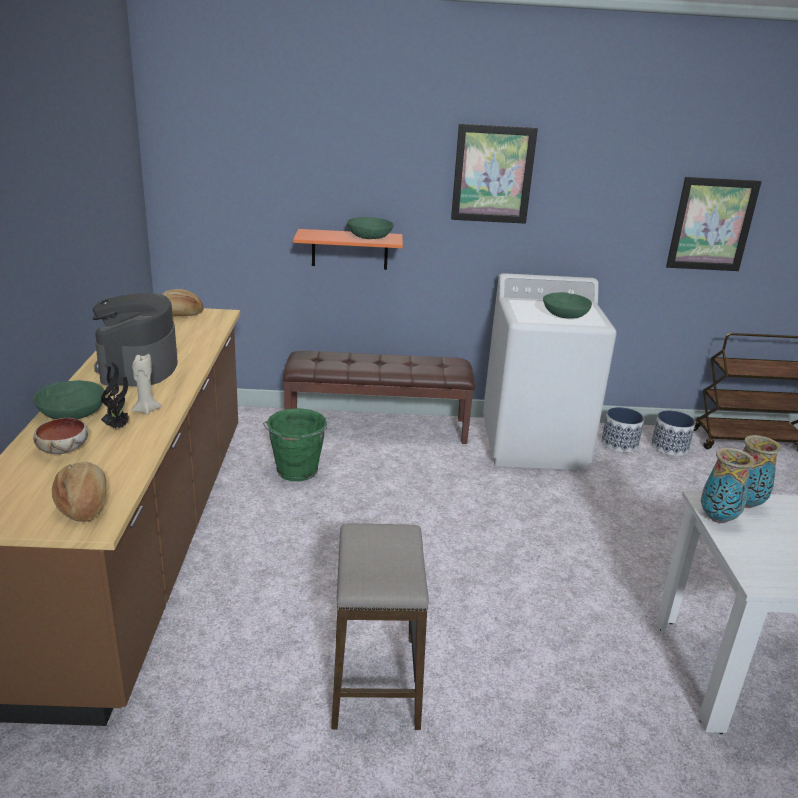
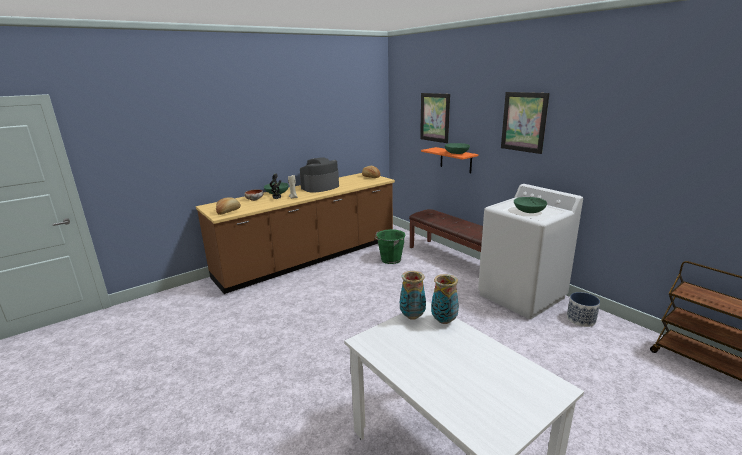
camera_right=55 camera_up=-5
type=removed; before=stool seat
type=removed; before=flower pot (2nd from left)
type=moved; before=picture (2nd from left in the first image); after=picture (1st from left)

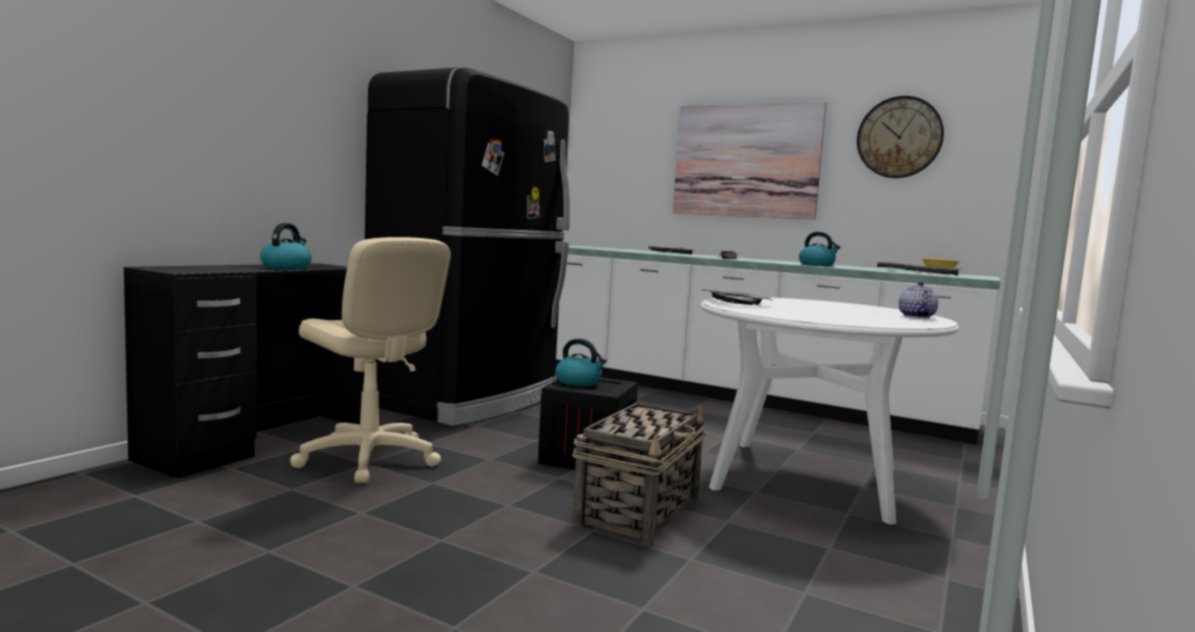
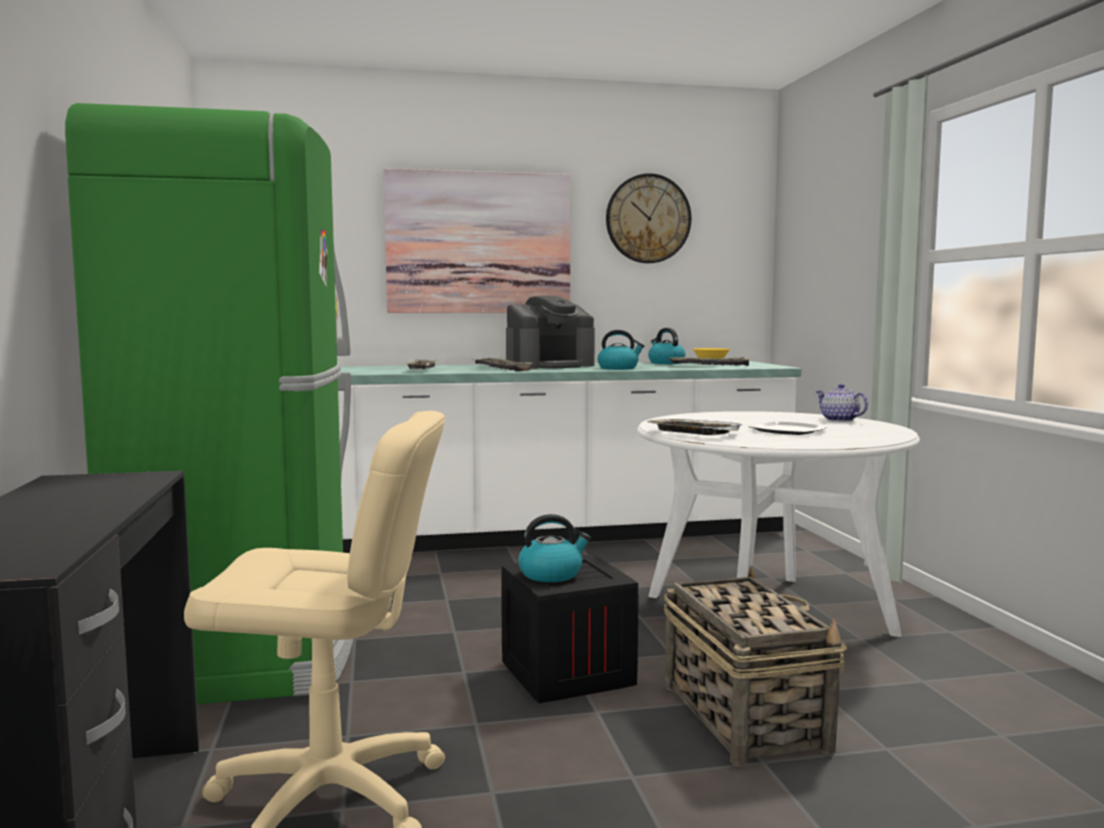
camera_right=-40 camera_up=0
type=moved; before=kettle (1st from left in the first image); after=kettle (3rd from left)
type=recoloured; before=blackish fridge; after=green fridge
type=added; after=coffee brewer
type=added; after=plate

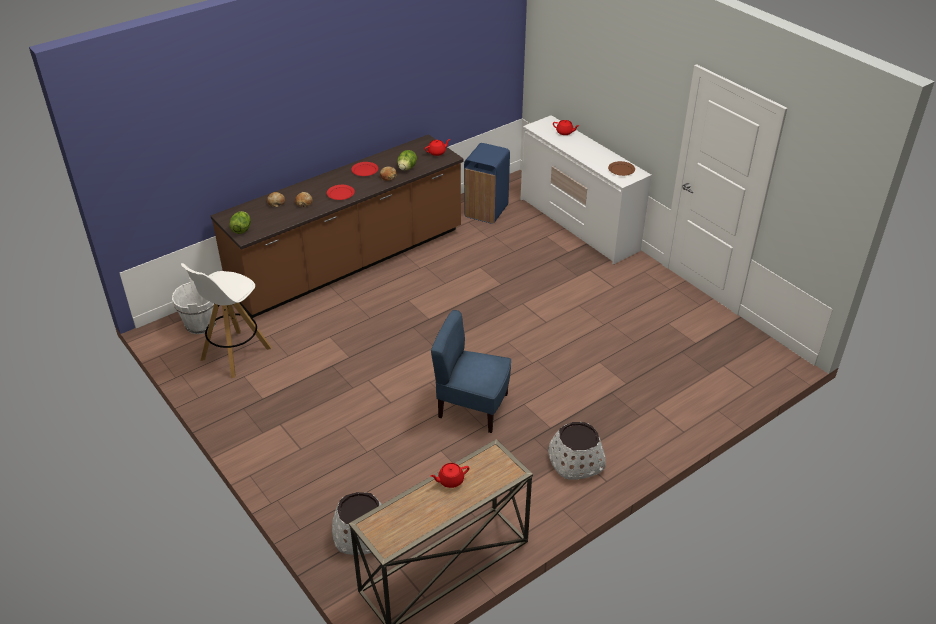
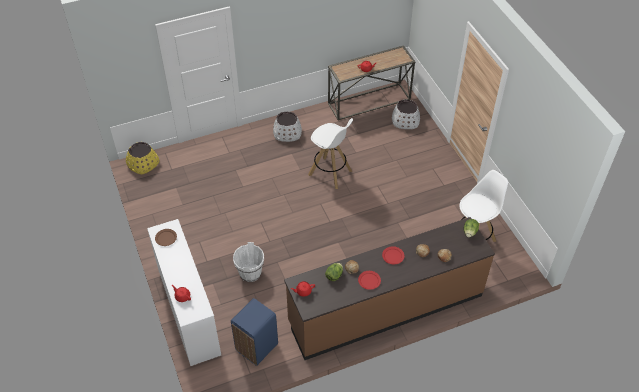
camera_right=-165 camera_up=10
type=moved; before=white water bucket
type=replaced; before=blue-coloured chair; after=white stool seat (1st from left)
type=added; after=yellowish flower pot

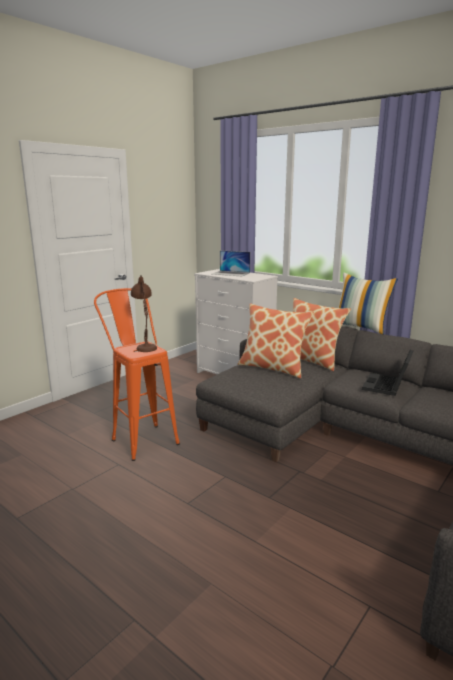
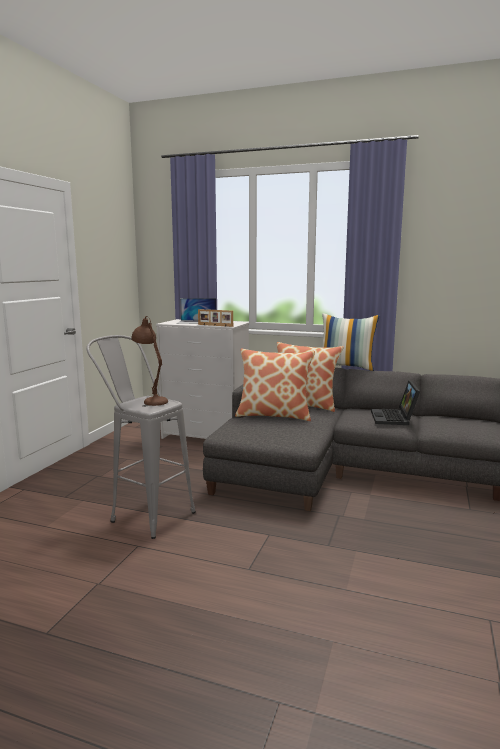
camera_right=-20 camera_up=-5
type=recoloured; before=orangey stool seat; after=gray stool seat
type=added; after=picture frame

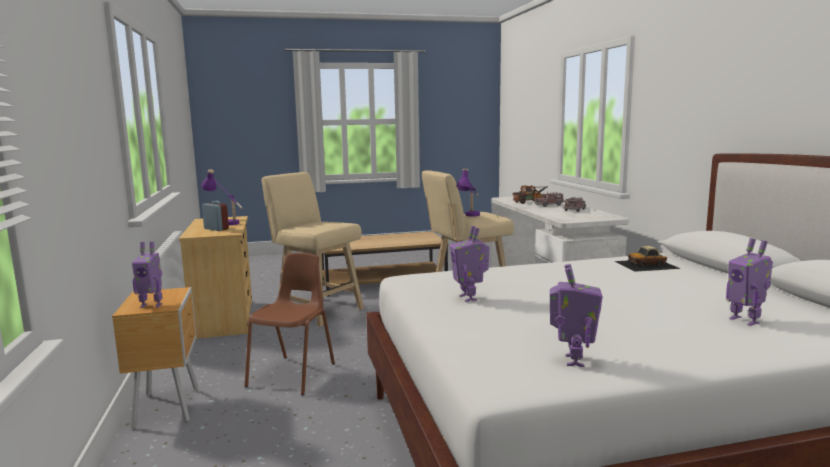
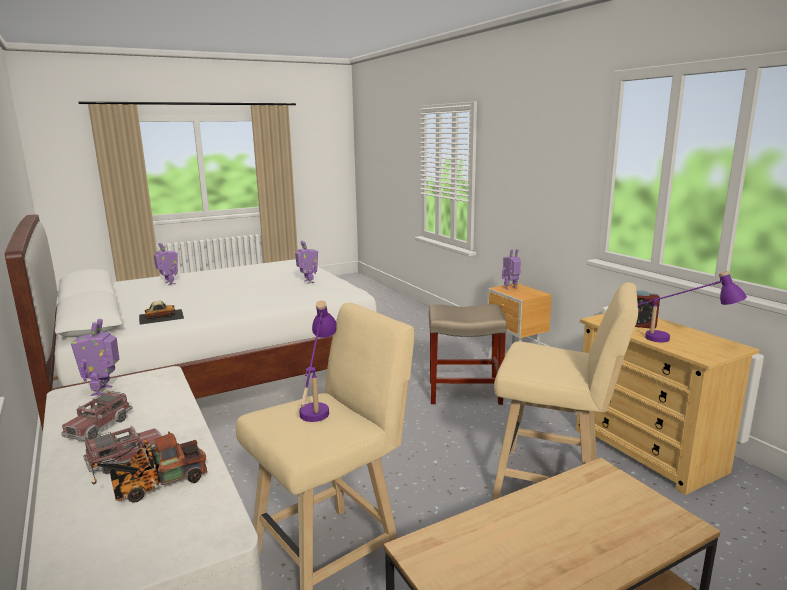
camera_right=165 camera_up=5
type=replaced; before=brown chair; after=beige-coloured stool seat (2nd from left)
type=moved; before=toy robot (3rd from left in the first image); after=toy robot (1st from left)

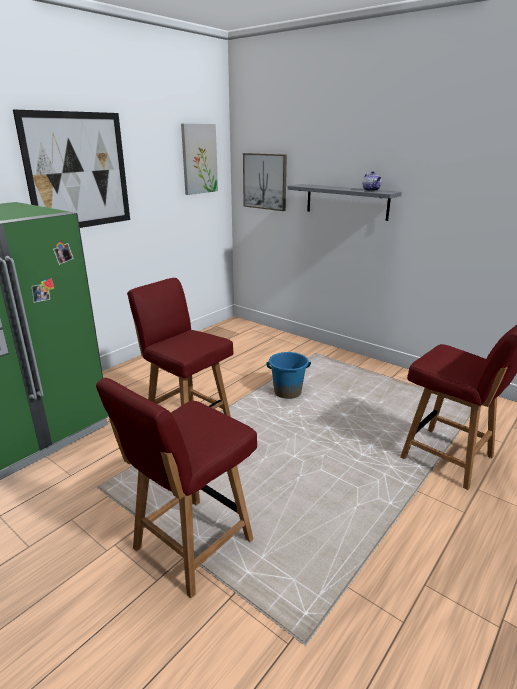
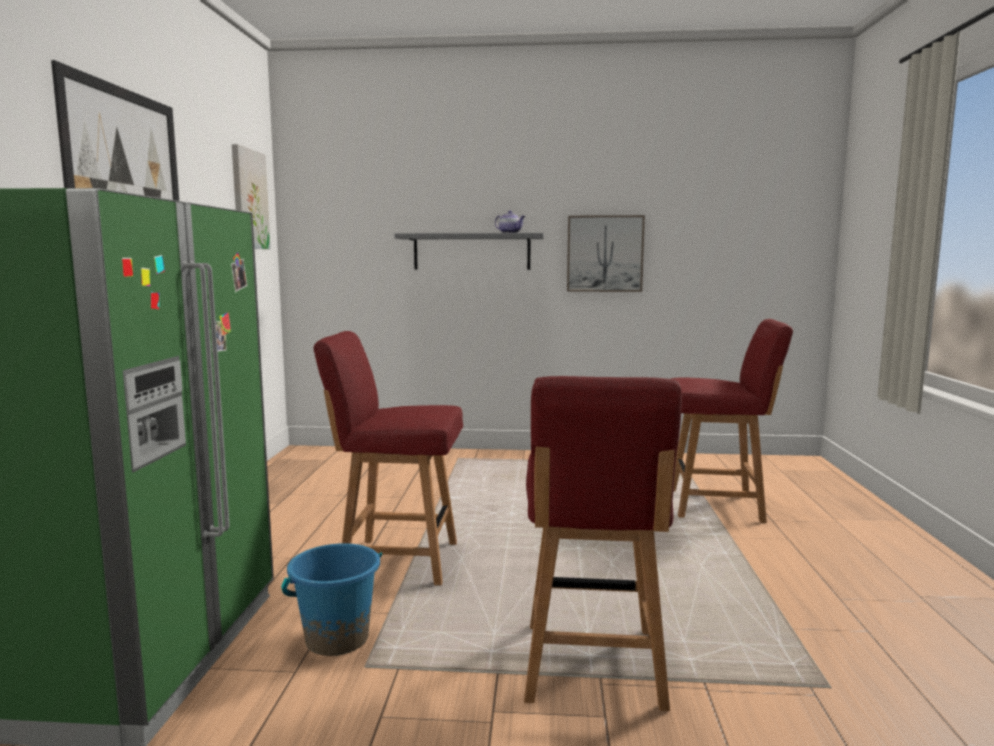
camera_right=-35 camera_up=-15
type=moved; before=picture (3rd from left)
type=moved; before=blue-coloured water bucket

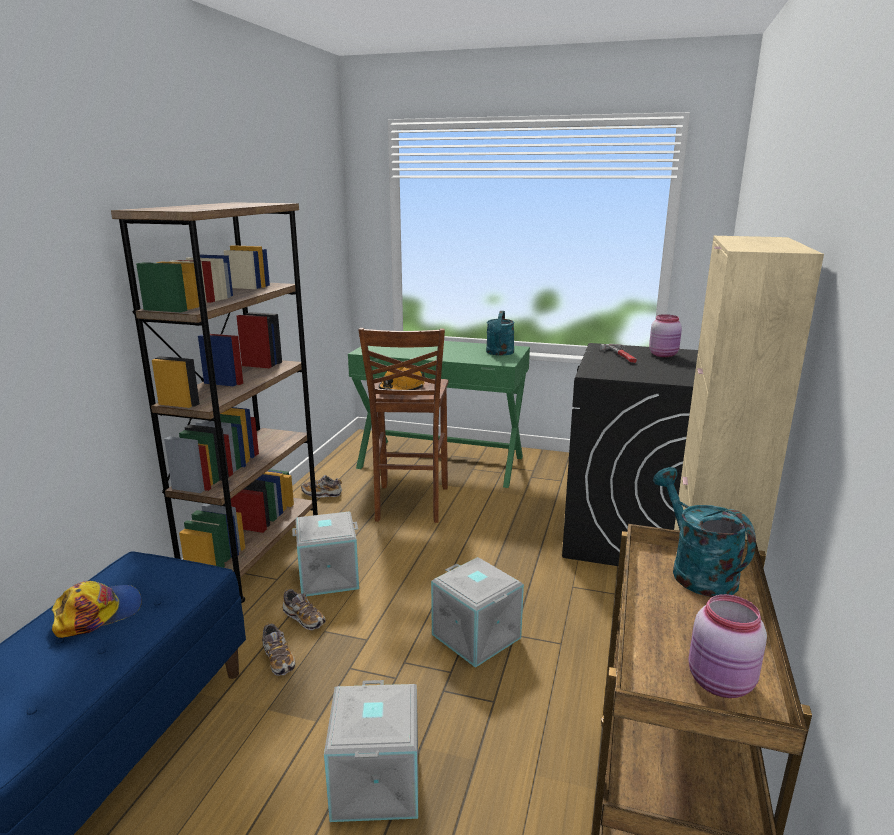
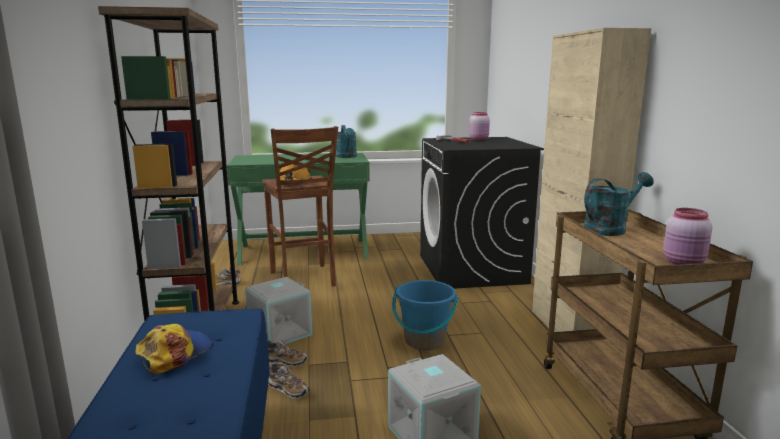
camera_right=-25 camera_up=-5
type=replaced; before=gray storage bin (3rd from left); after=blue-coloured water bucket
type=turned; before=turquoise-coloured watering pot (2nd from left); turn=105

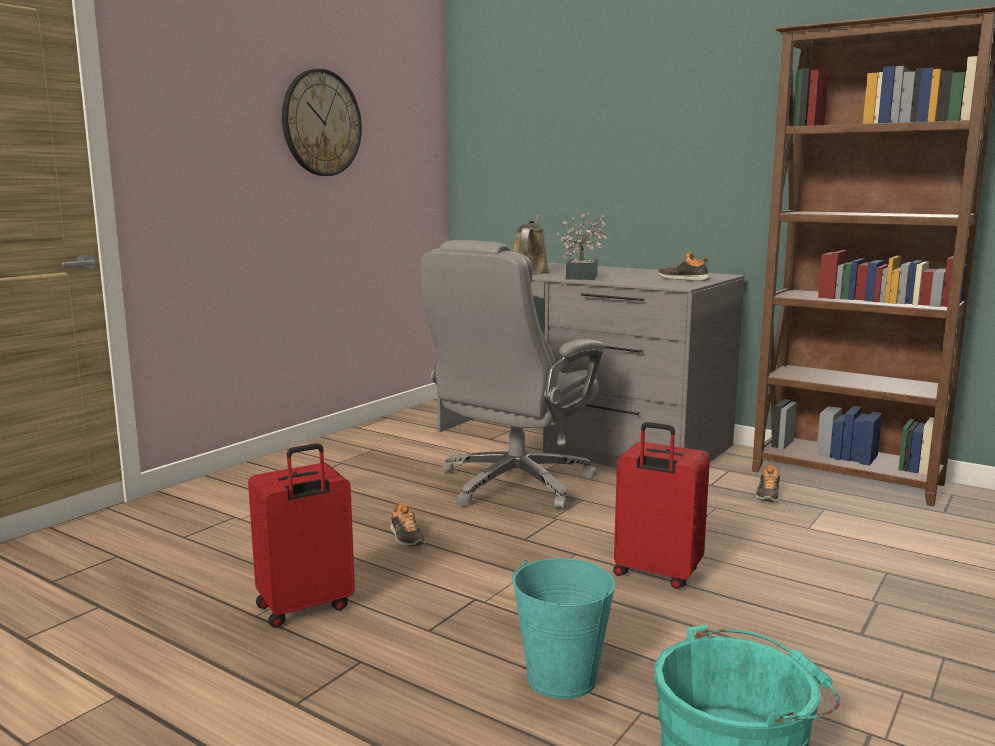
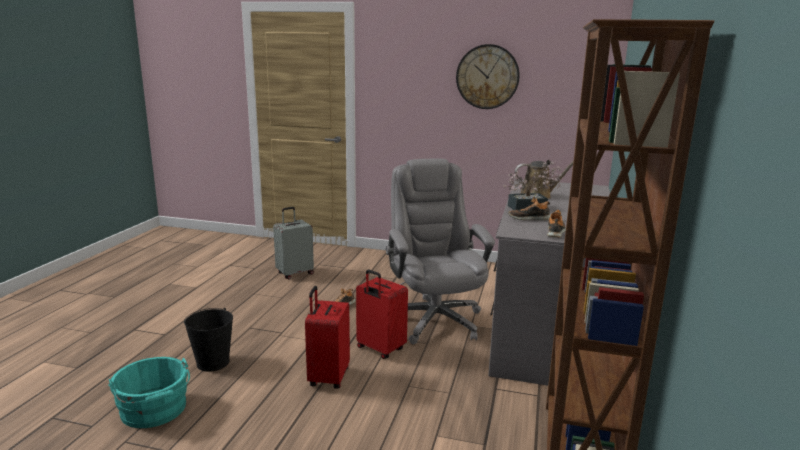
camera_right=70 camera_up=5
type=moved; before=reddish piece of luggage (1st from left in the first image); after=reddish piece of luggage (2nd from left)
type=turned; before=gray computer chair; turn=60
type=recoloured; before=turquoise-coloured water bucket (1st from left); after=blackish water bucket
type=moved; before=shoe (3rd from left in the first image); after=shoe (2nd from left)
type=added; after=gray piece of luggage

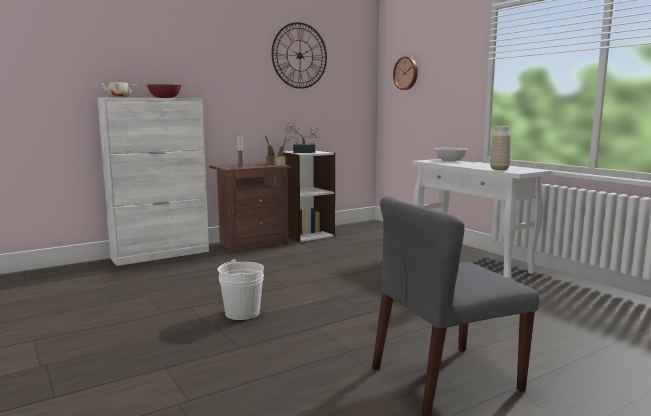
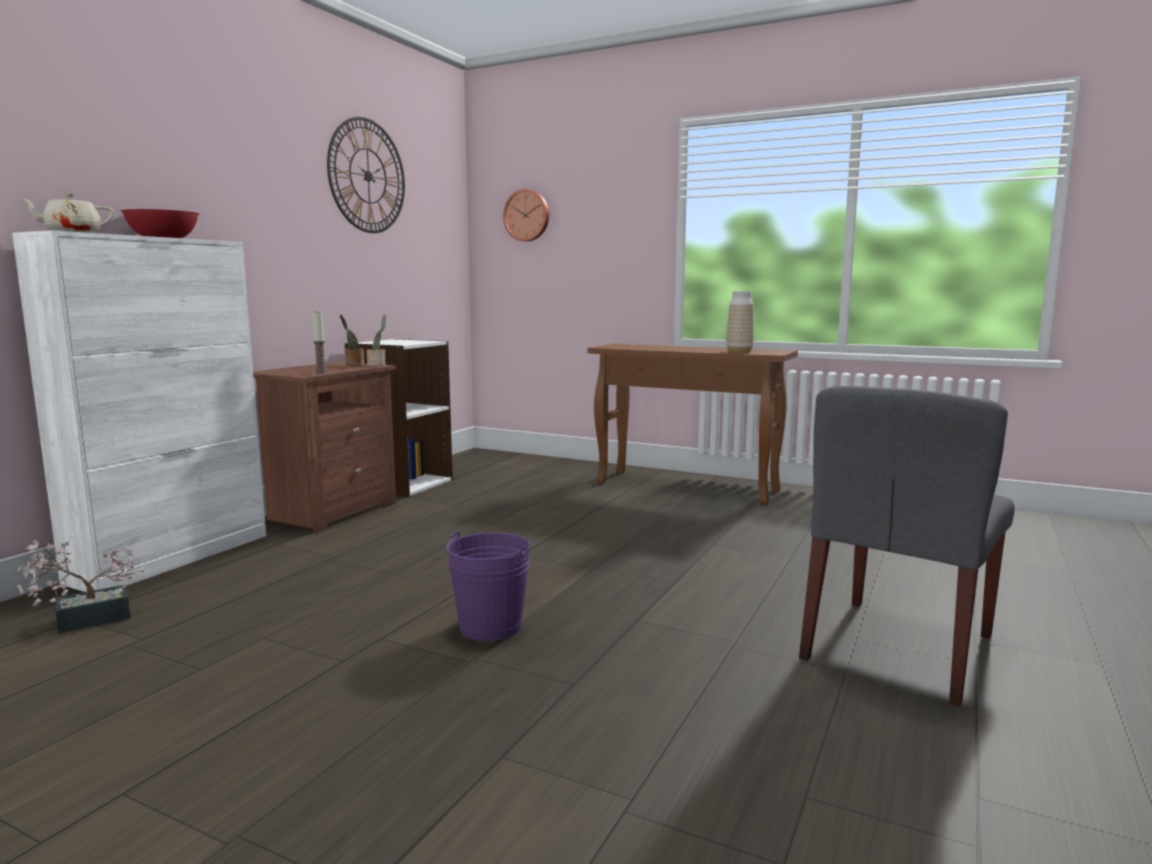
camera_right=-30 camera_up=0
type=recoloured; before=white water bucket; after=purple water bucket
type=moved; before=plant in a pot (3rd from left in the first image); after=plant in a pot (1st from left)
type=recoloured; before=white narrow table; after=brown narrow table
type=removed; before=white deep dish

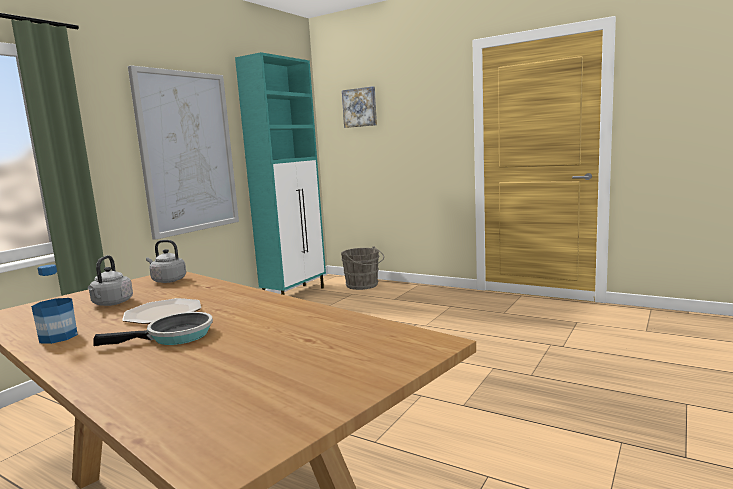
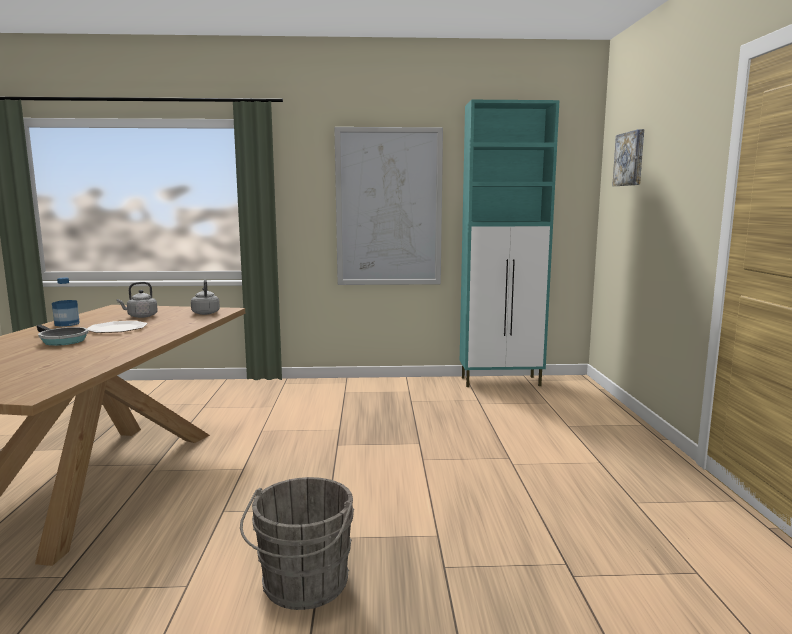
camera_right=55 camera_up=0
type=moved; before=gray water bucket

